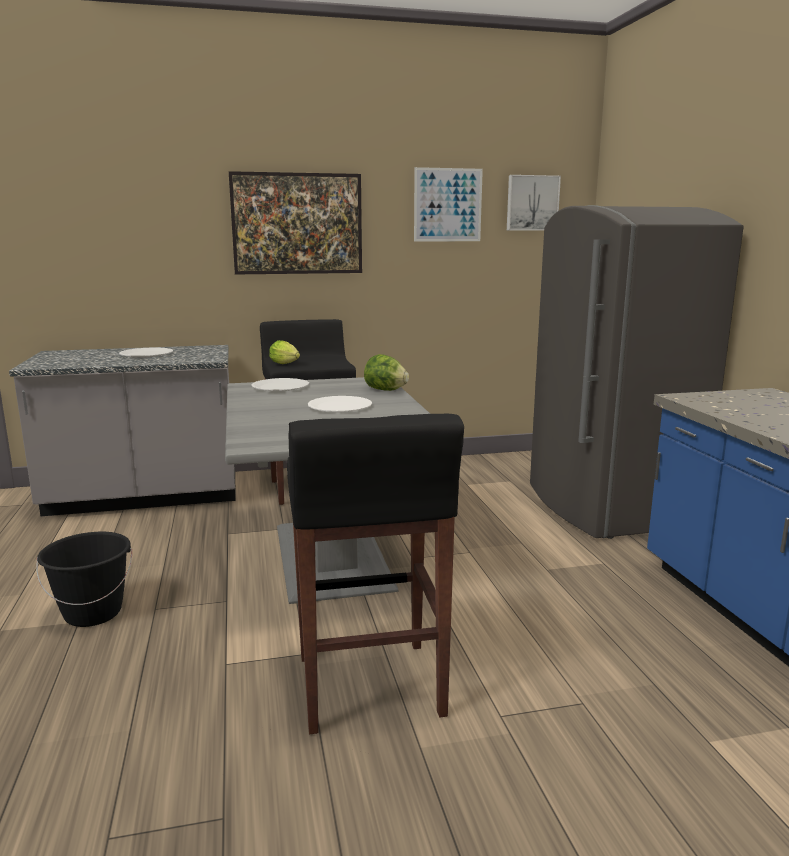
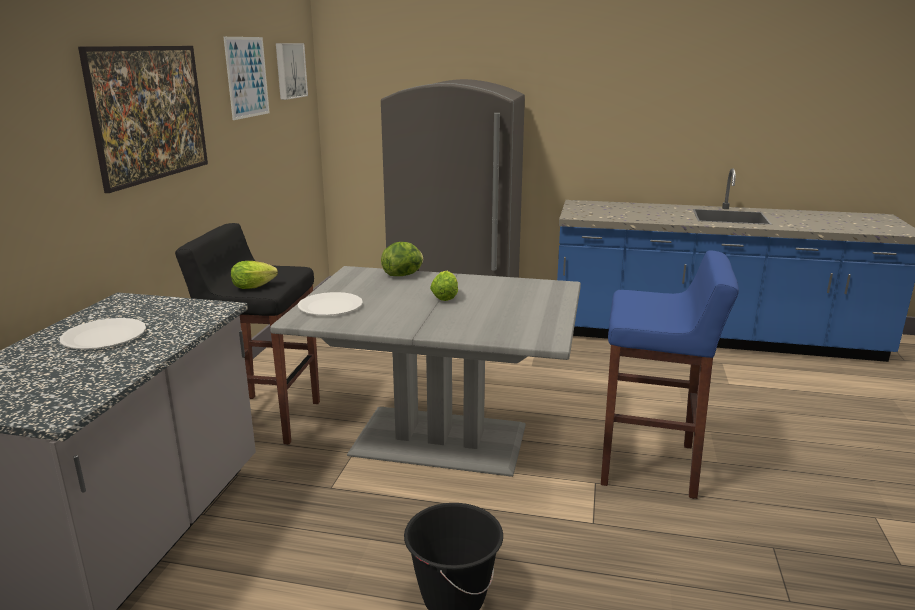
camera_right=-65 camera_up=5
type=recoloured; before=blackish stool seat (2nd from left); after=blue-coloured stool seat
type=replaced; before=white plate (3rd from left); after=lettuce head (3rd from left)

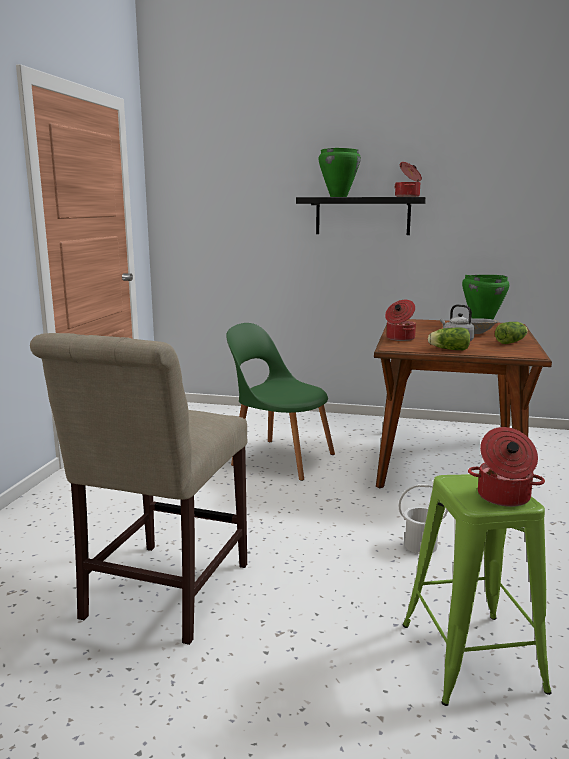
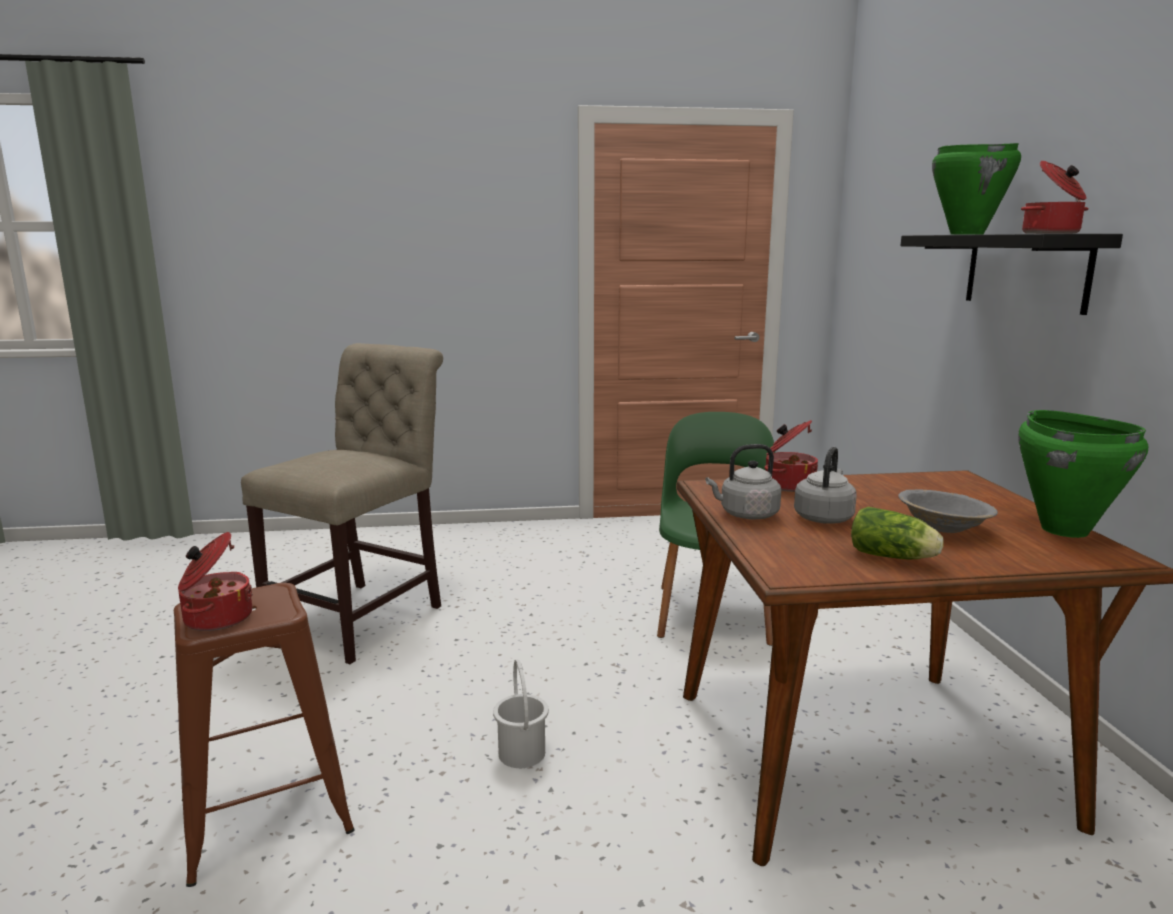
camera_right=70 camera_up=0
type=turned; before=beige-coloured chair; turn=120
type=recoloured; before=green stool seat; after=brown stool seat
type=replaced; before=lettuce head (1st from left); after=gray kettle (1st from left)

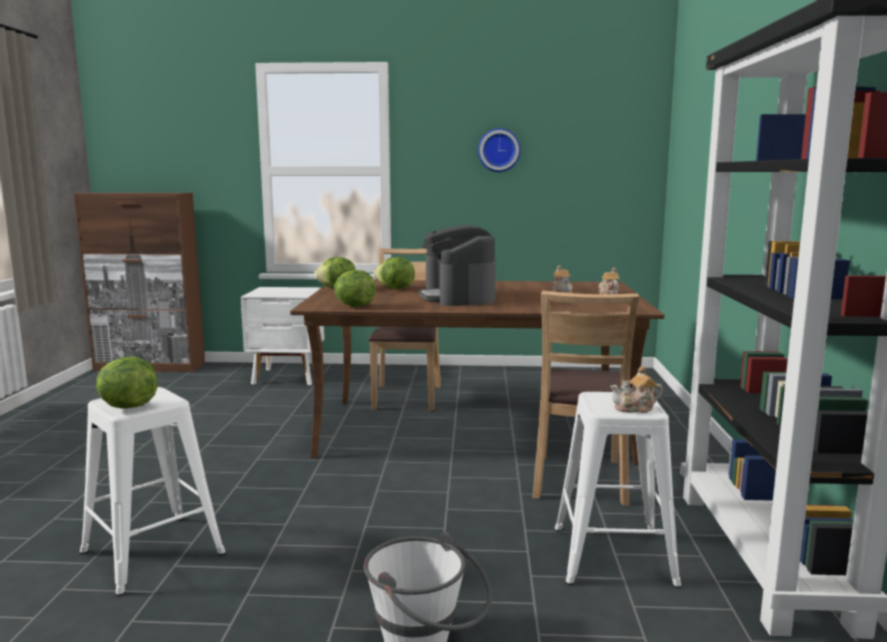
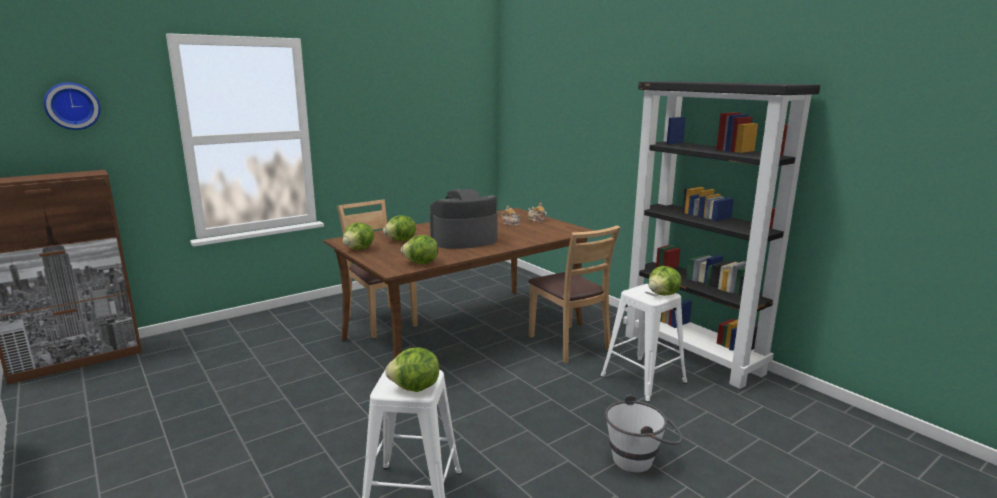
camera_right=-40 camera_up=5
type=removed; before=white night table
type=turned; before=coffee brewer; turn=120
type=moved; before=clock on the wall
type=replaced; before=pot for tea (3rd from left); after=lettuce head (5th from left)

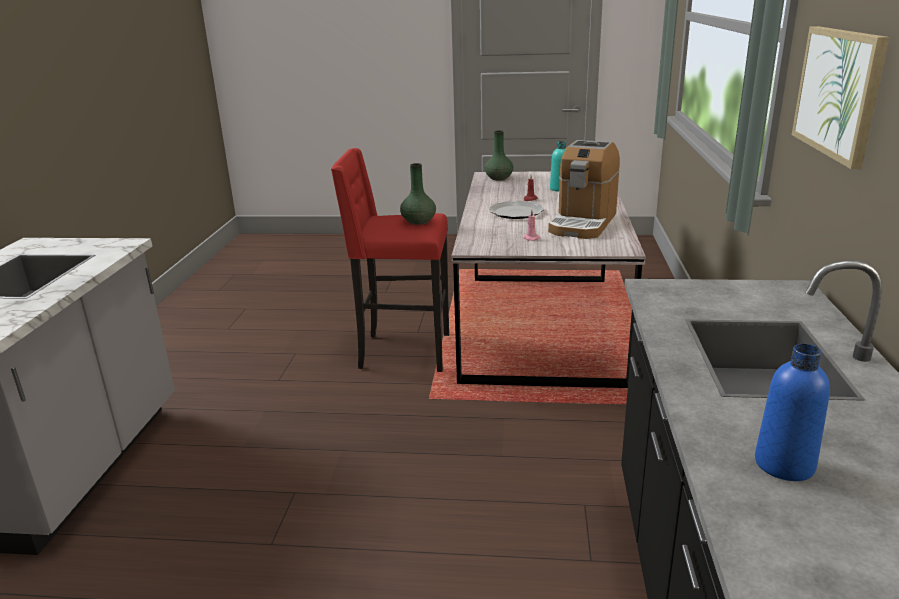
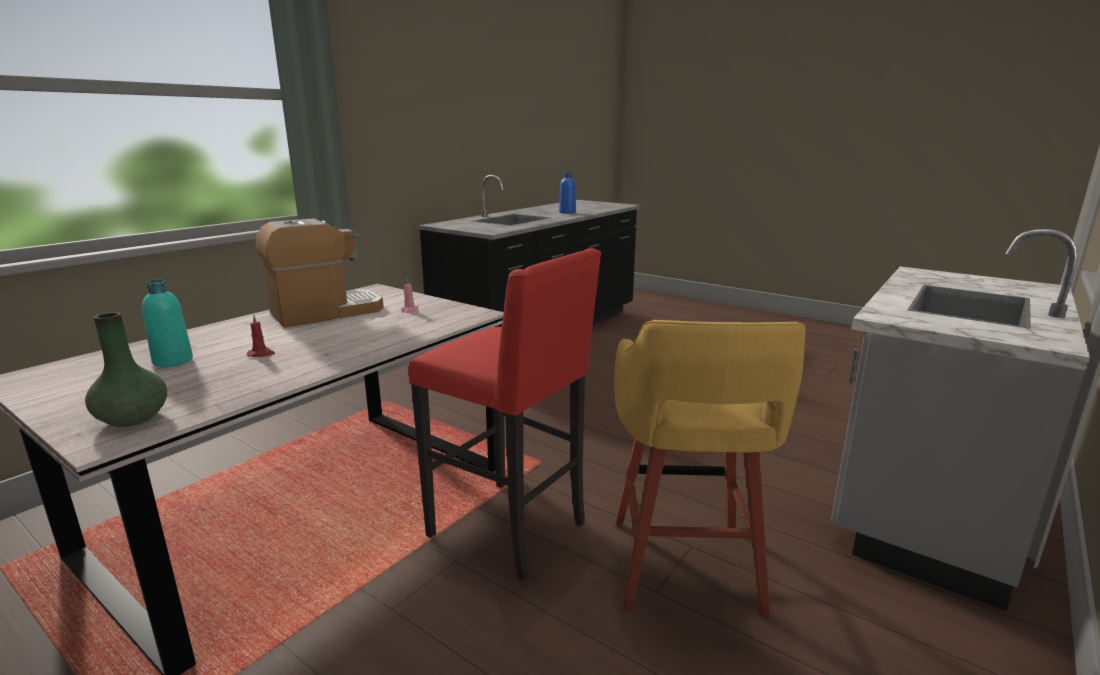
camera_right=-150 camera_up=-5
type=removed; before=green decorative vase (1st from left)
type=removed; before=plate
type=removed; before=picture
type=added; after=yellowish stool seat

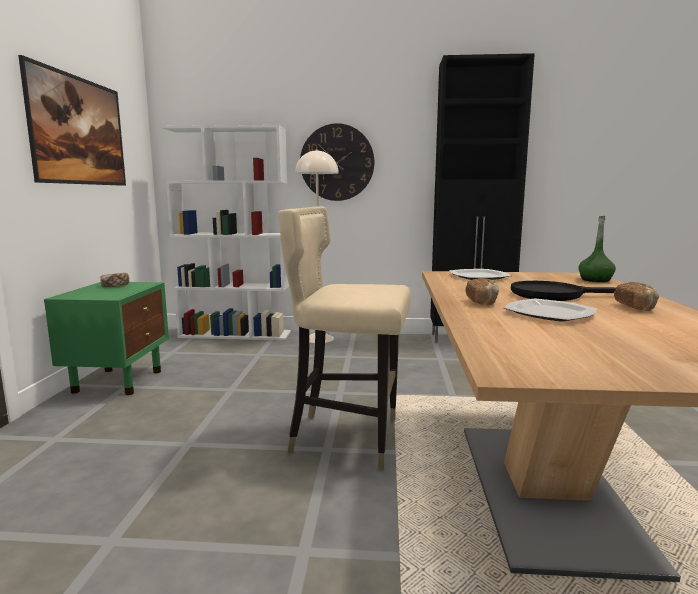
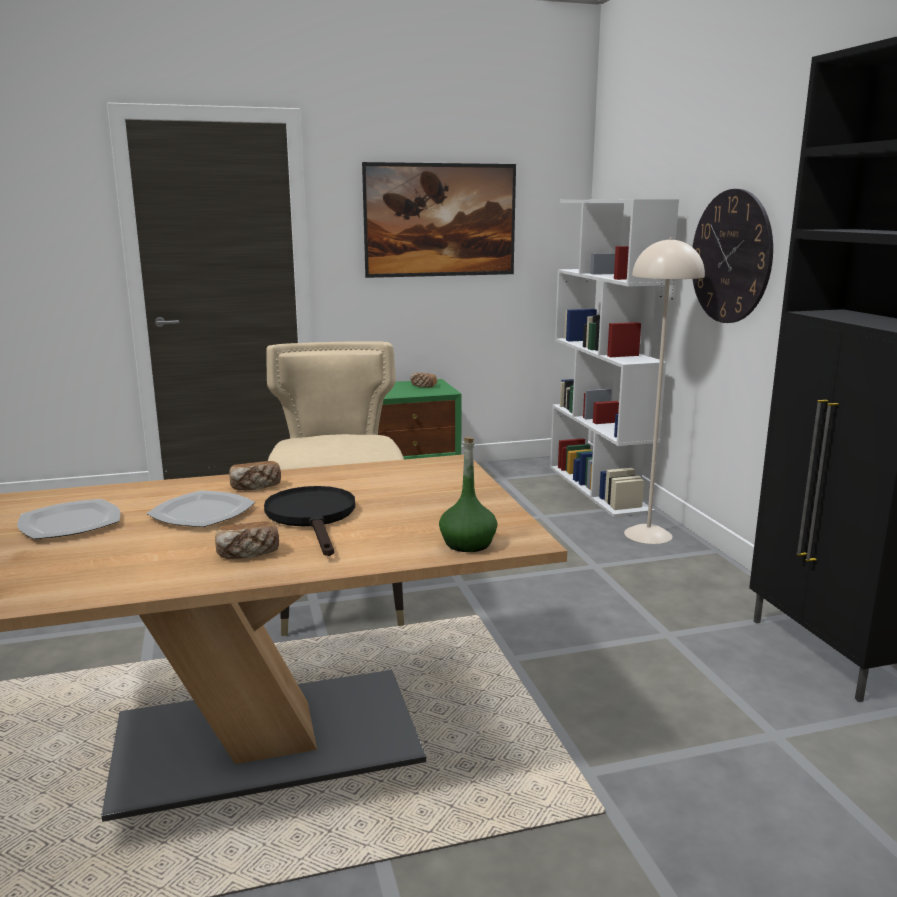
camera_right=70 camera_up=5
type=moved; before=plate (1st from left)

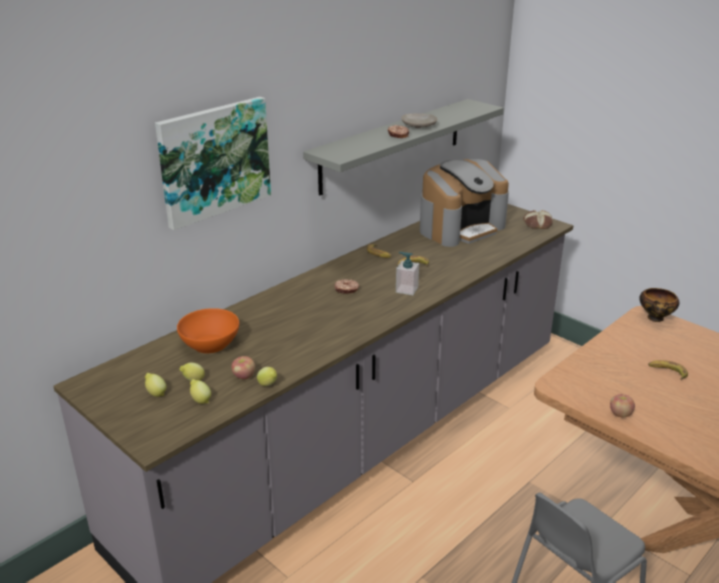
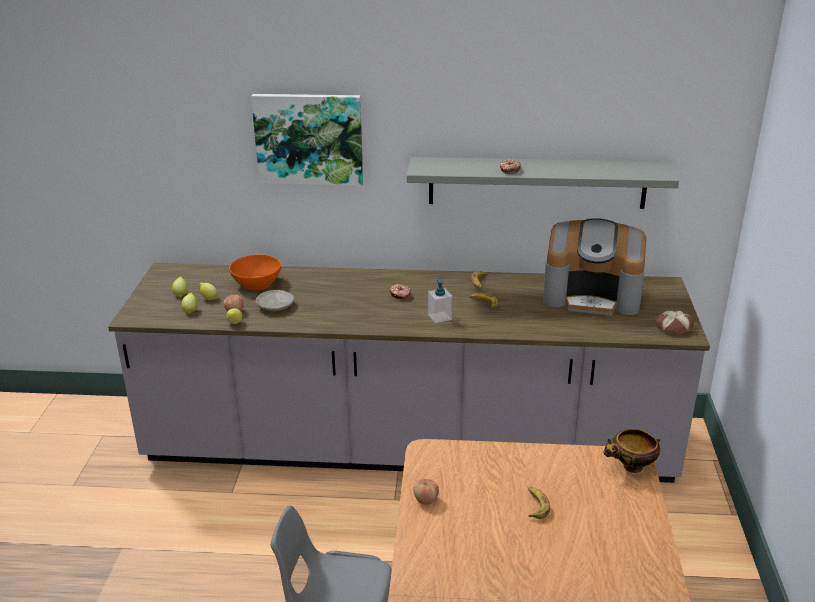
camera_right=50 camera_up=0
type=moved; before=beige-coloured plate

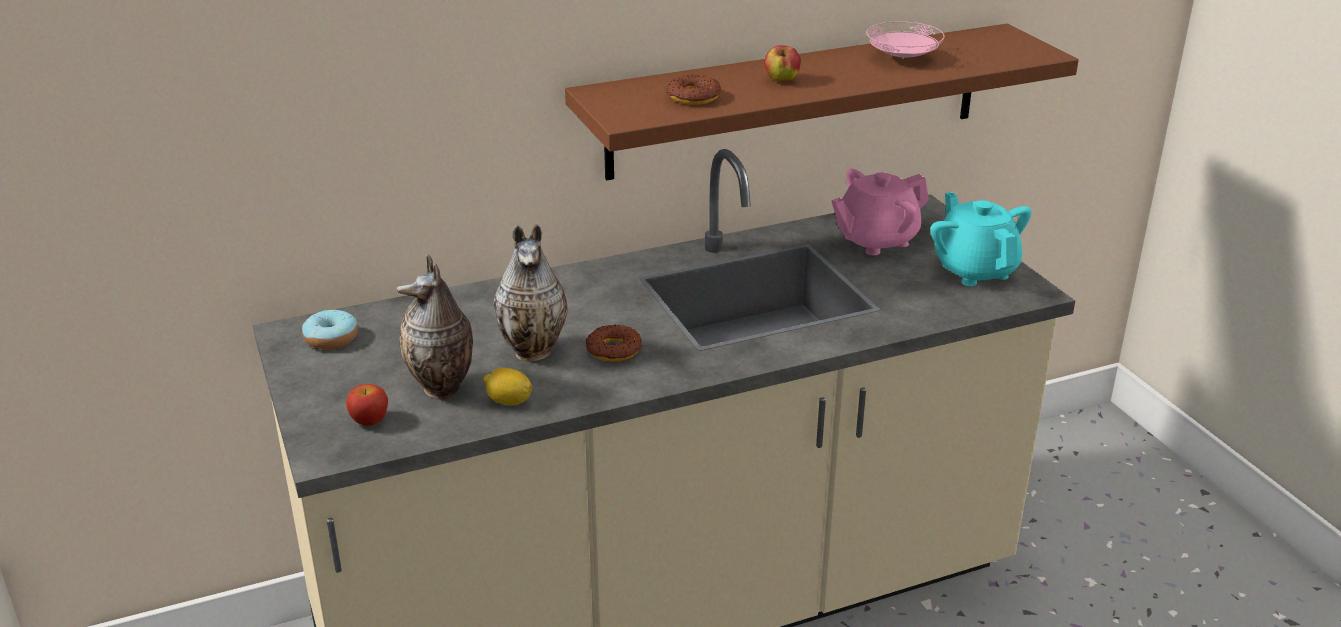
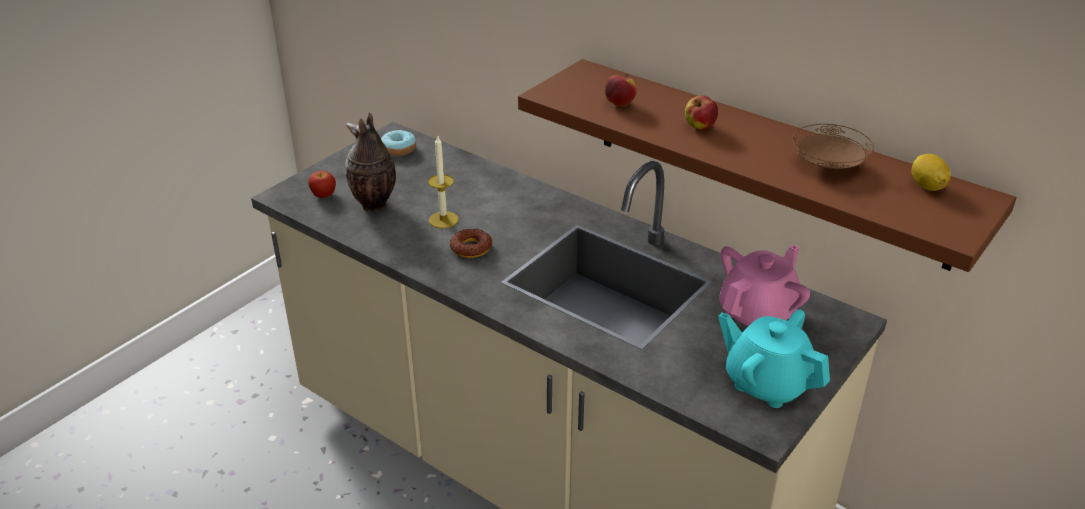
camera_right=60 camera_up=5
type=moved; before=citrus fruit
type=replaced; before=decorative vase (2nd from left); after=wax candle
type=replaced; before=doughnut (3rd from left); after=whole apple (2nd from left)
type=turned; before=pink-coloured pot for tea; turn=105
type=recoloured; before=pink-coloured plate; after=brown plate
type=turned; before=turquoise-coloured pot for tea; turn=-90

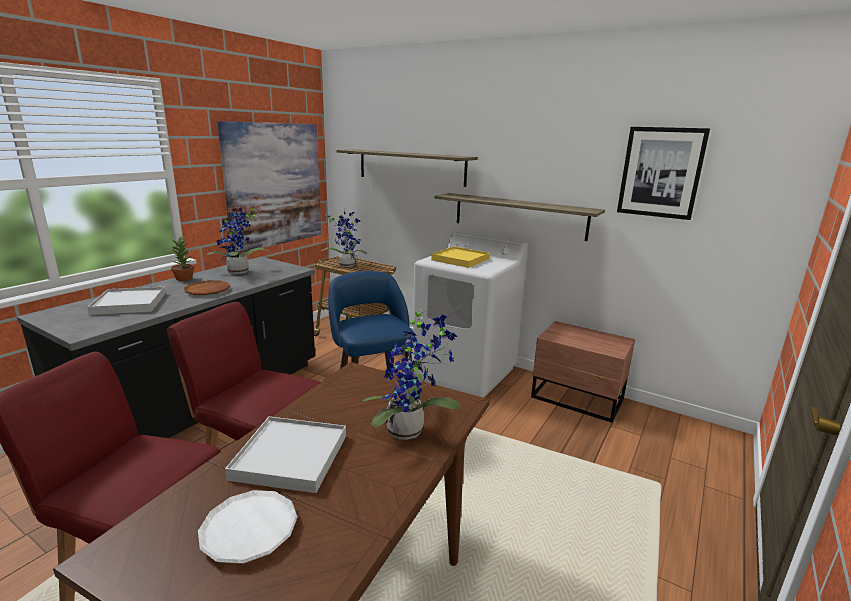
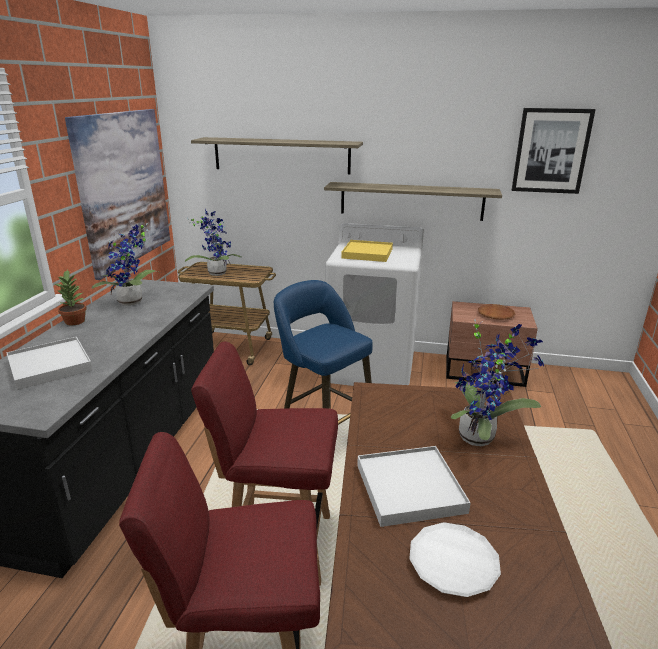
camera_right=-20 camera_up=5
type=moved; before=brown plate

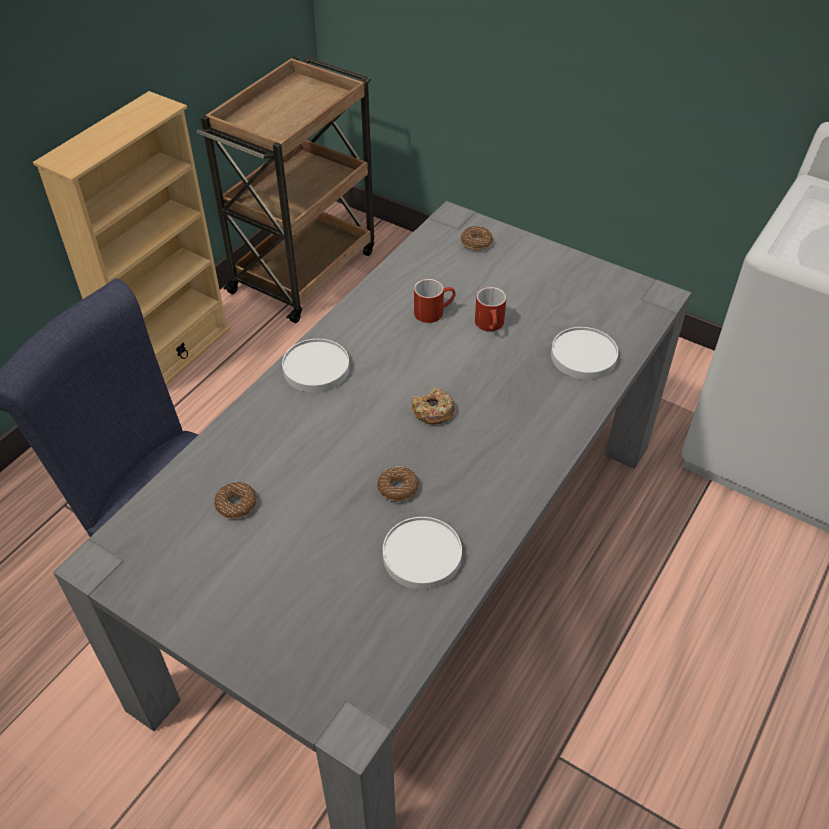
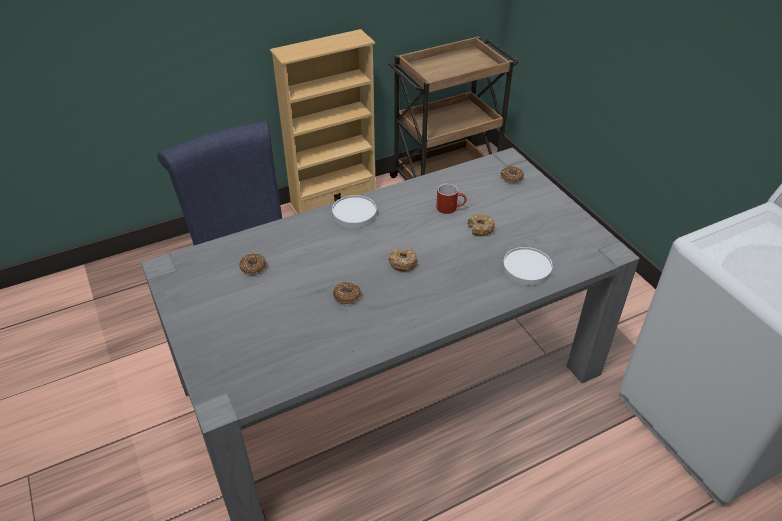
camera_right=30 camera_up=-5
type=removed; before=white plate (2nd from left)
type=replaced; before=reddish coffee mug (2nd from left); after=doughnut (4th from left)

